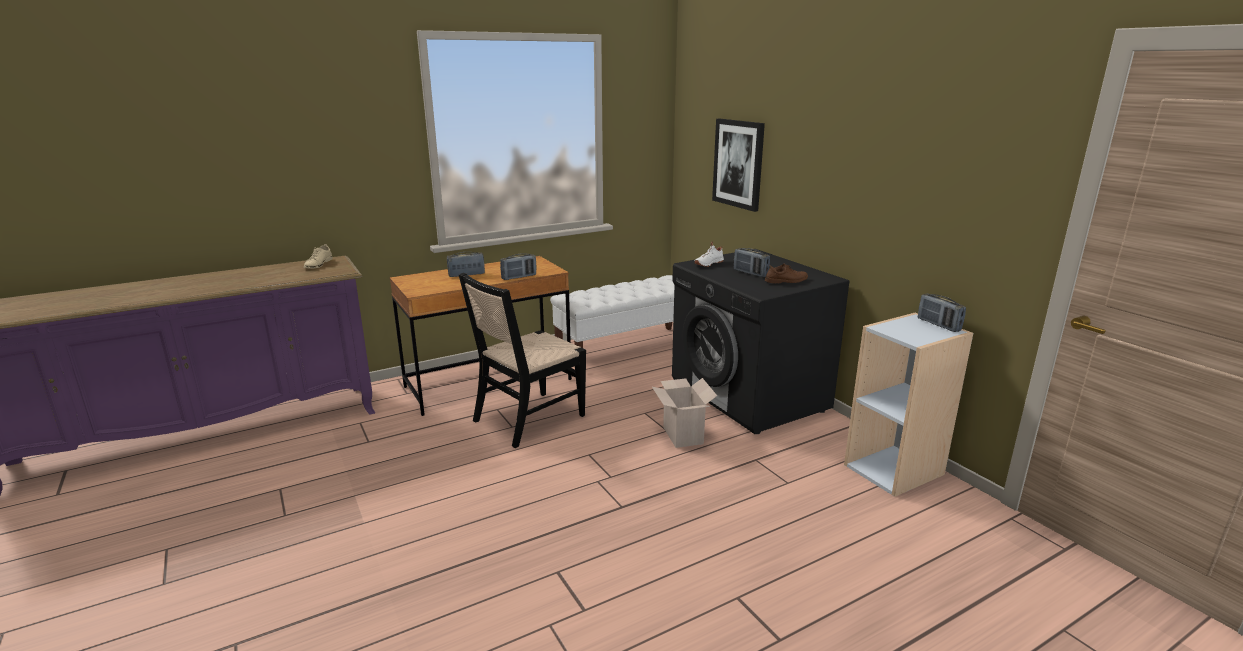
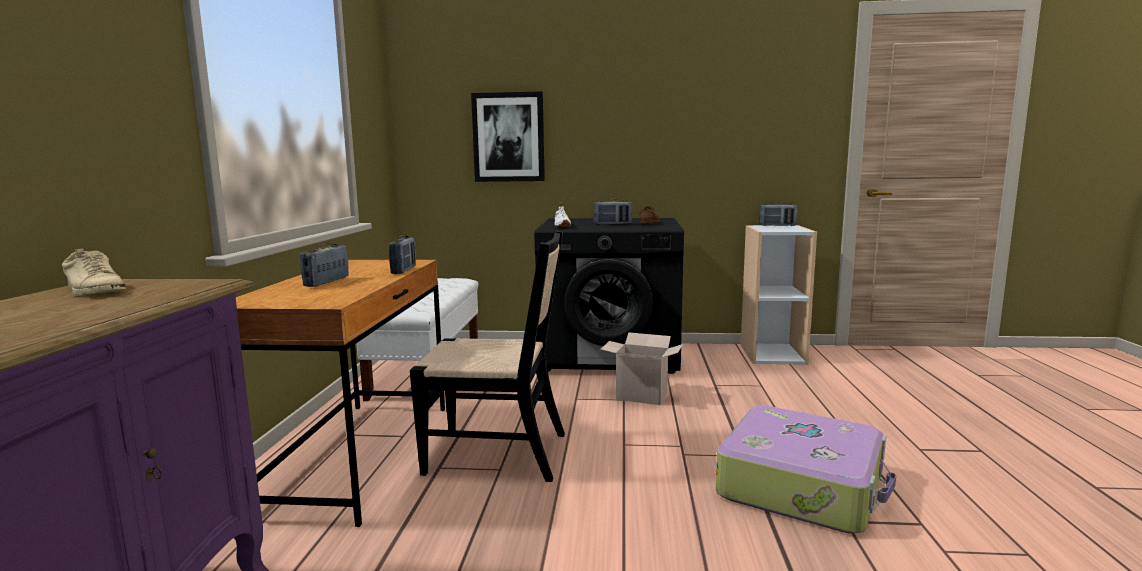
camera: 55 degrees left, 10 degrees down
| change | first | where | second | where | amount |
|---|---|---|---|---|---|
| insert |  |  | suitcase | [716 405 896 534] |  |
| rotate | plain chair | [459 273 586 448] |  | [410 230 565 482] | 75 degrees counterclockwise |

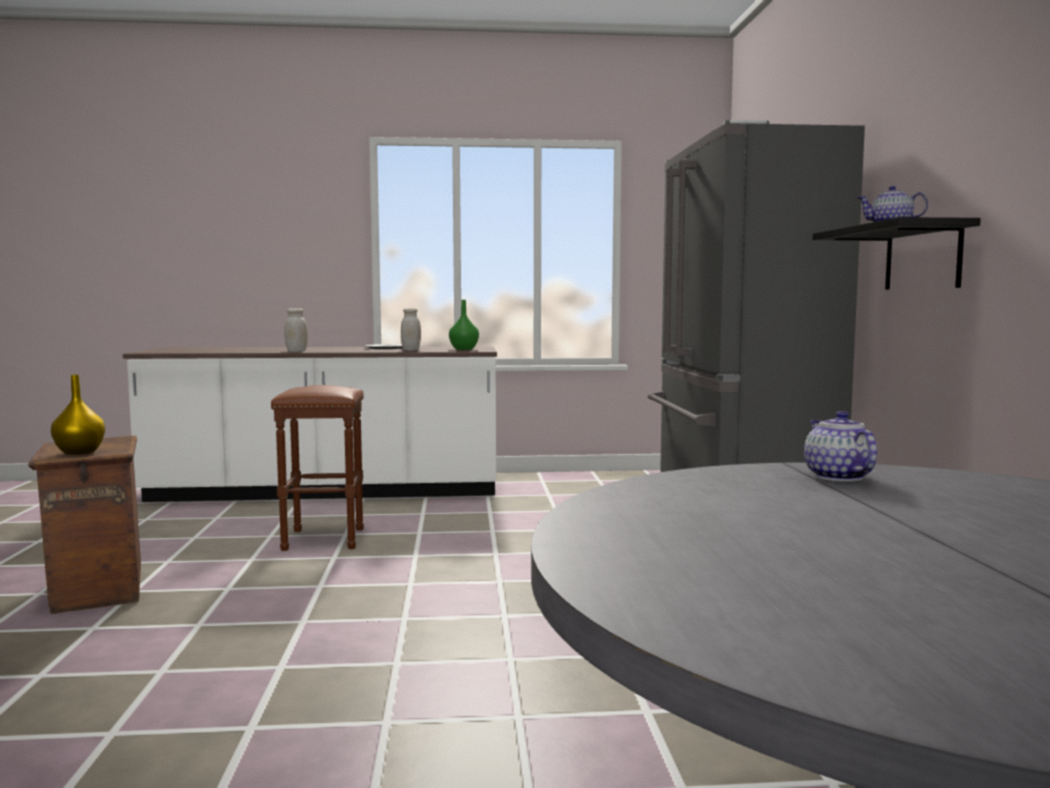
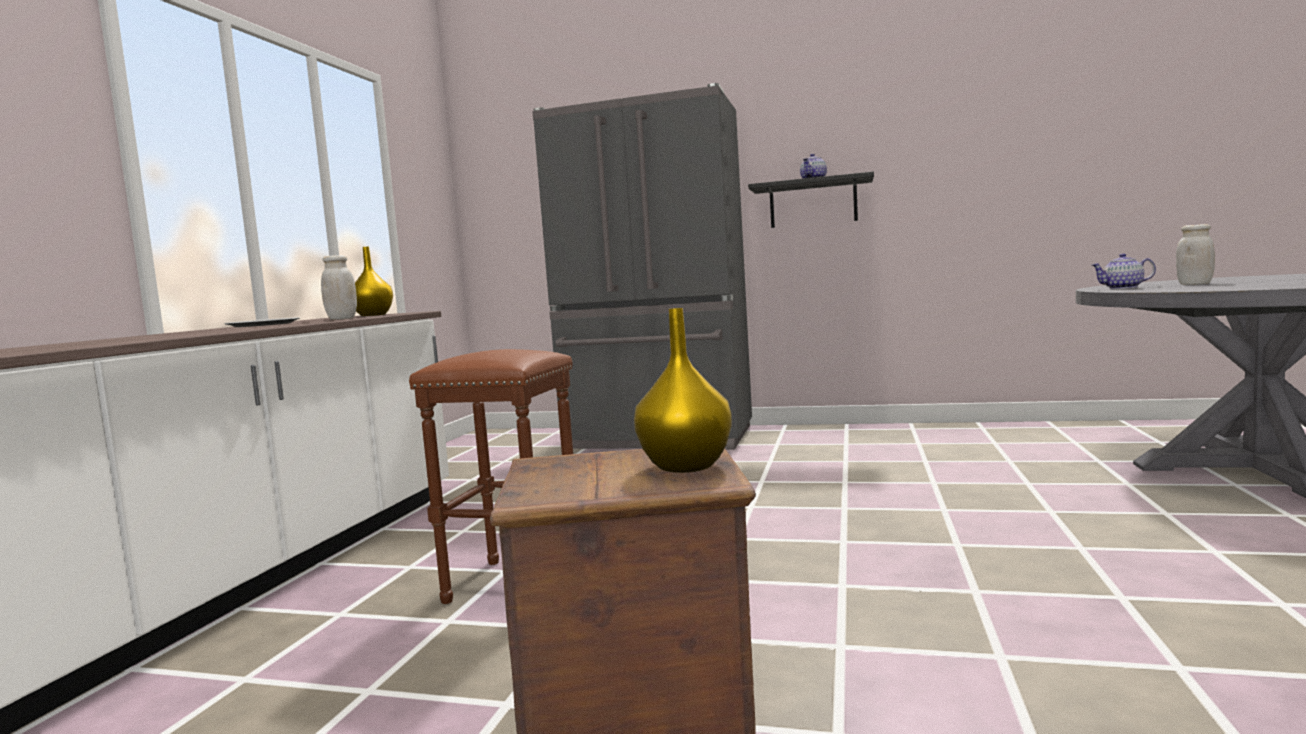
camera: 70 degrees left, 0 degrees up
| change | first | where | second | where | amount |
|---|---|---|---|---|---|
| move | white preserve jar | [285 308 308 352] |  | [1176 224 1215 285] |  |
| recolor | green-coloured flower vase | [449 300 479 350] | yellow flower vase | [355 247 393 316] |  |

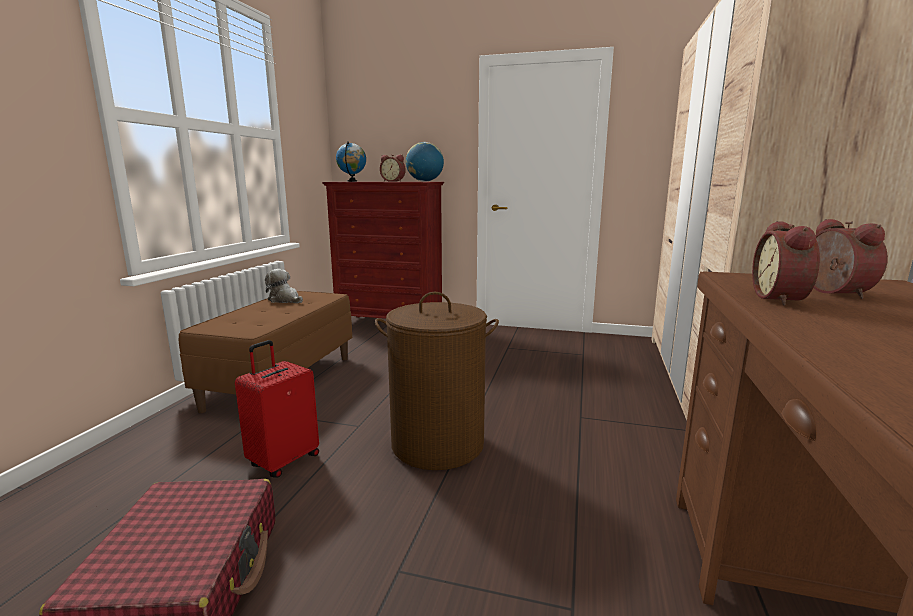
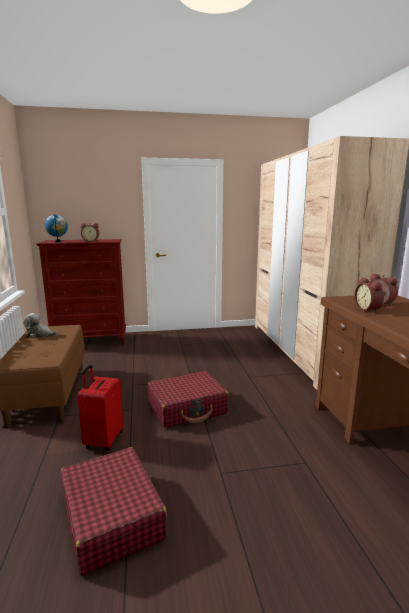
camera: 25 degrees left, 0 degrees up
| change | first | where | second | where | amount |
|---|---|---|---|---|---|
| delete | globe | [406 142 444 182] |  |  |  |
| replace | brown washing basket | [375 292 499 470] | reddish suitcase | [148 371 228 428] |  |

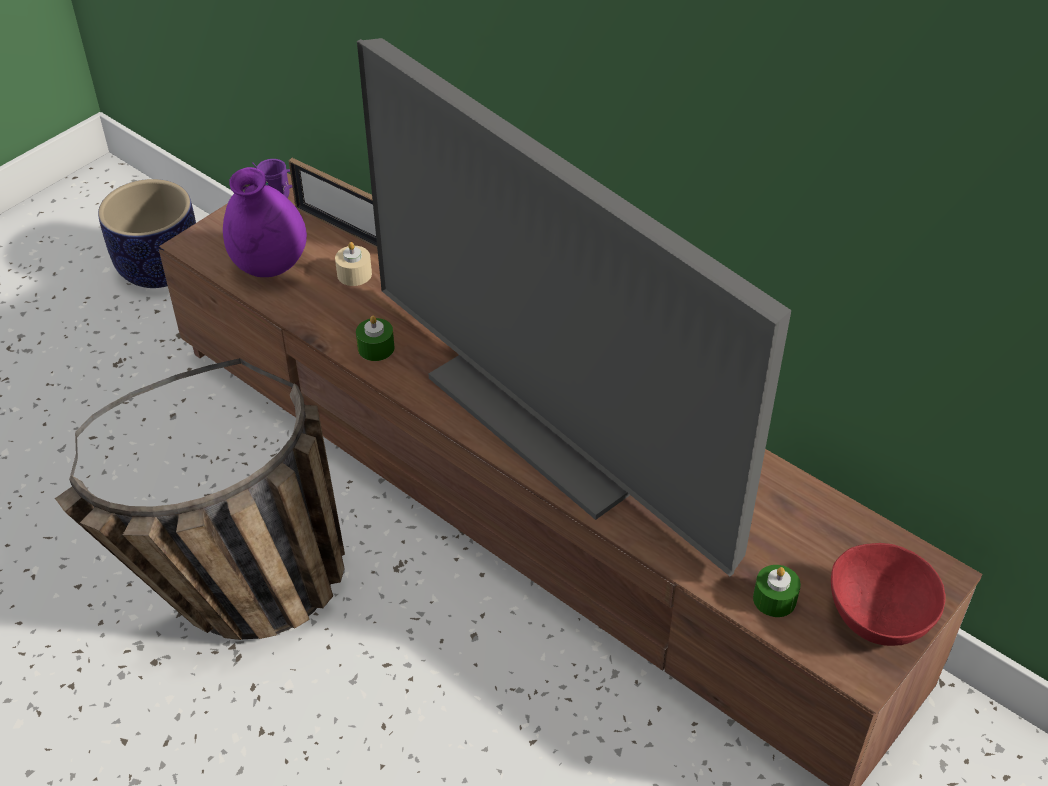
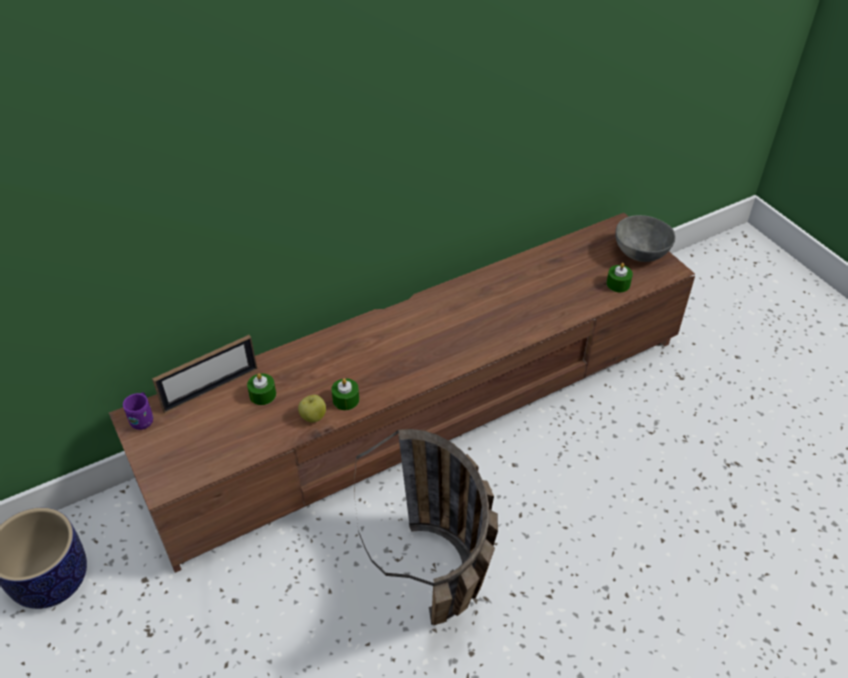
camera: 70 degrees left, 0 degrees up
| change | first | where | second | where | amount |
|---|---|---|---|---|---|
| delete | purple flower vase | [223 167 307 277] |  |  |  |
| delete | television | [357 38 791 576] |  |  |  |
| insert |  |  | whole apple | [298 395 326 423] |  |
| recolor | sand-coloured candle | [335 242 372 286] | green-coloured candle | [247 373 276 405] |  |
| recolor | reddish serving bowl | [831 543 946 646] | greyish serving bowl | [615 215 675 262] |  |

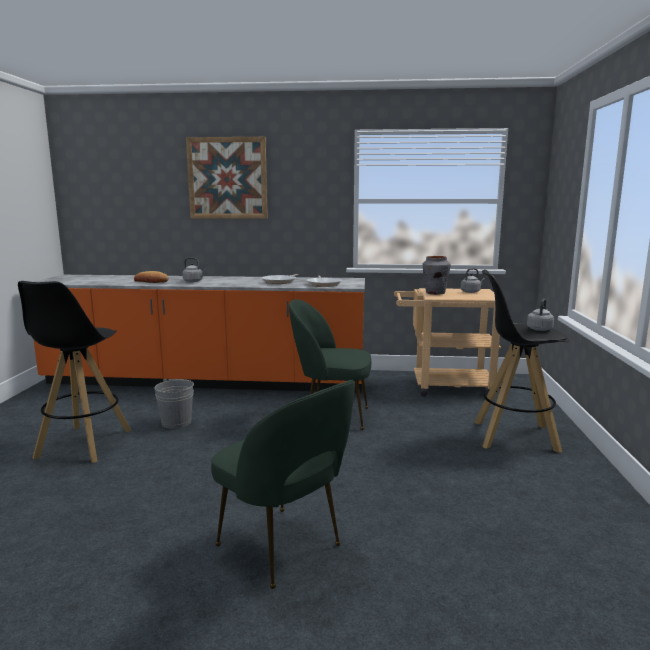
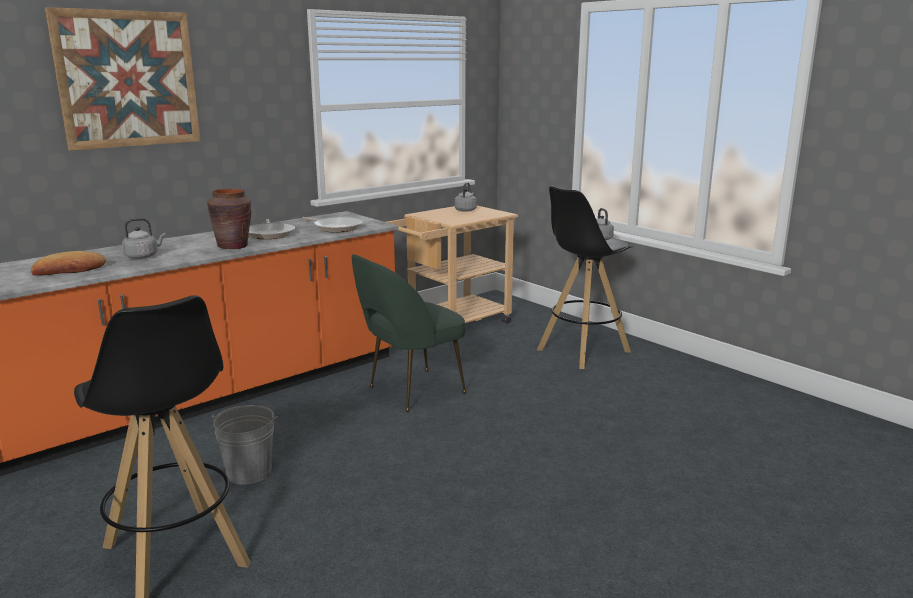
camera: 45 degrees left, 5 degrees up
| change | first | where | second | where | amount |
|---|---|---|---|---|---|
| delete | green-coloured plain chair | [211 380 355 589] |  |  |  |
| delete | greyish flower vase | [422 256 451 295] |  |  |  |
| insert |  |  | brown flower vase | [207 189 252 249] |  |

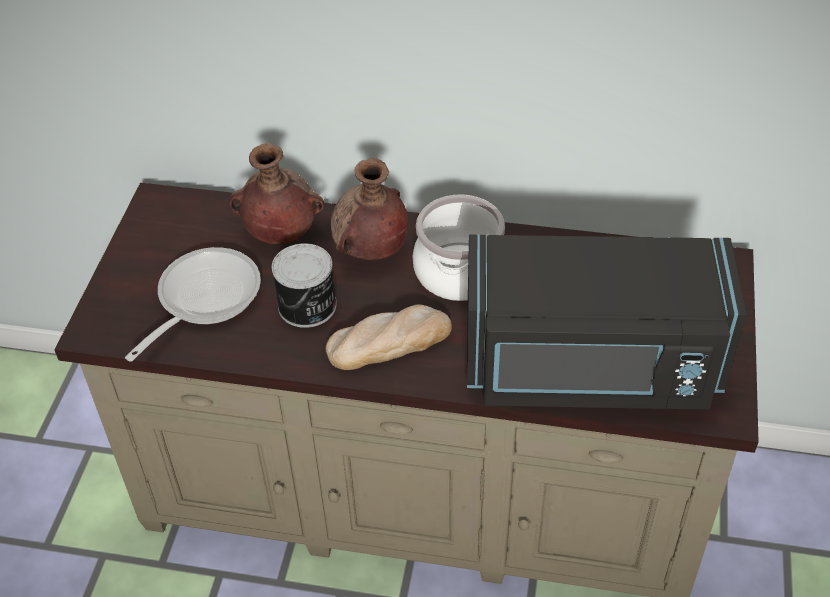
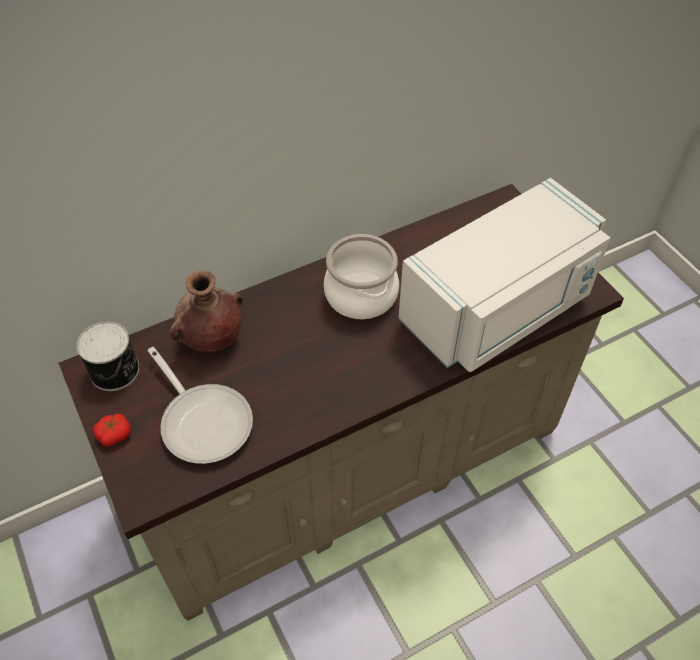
camera: 40 degrees left, 5 degrees up
| change | first | where | second | where | amount |
|---|---|---|---|---|---|
| delete | baked bread | [326 304 452 370] |  |  |  |
| delete | brown flower vase | [331 158 408 260] |  |  |  |
| insert |  |  | fresh tomato | [93 414 131 447] |  |
| move | sealed can | [272 243 337 328] |  | [77 321 140 391] |  |
| recolor | black-coloured microwave | [467 235 747 410] | white microwave | [398 178 610 372] |  |
| rotate | skillet | [125 247 261 361] |  | [147 347 253 464] | 150 degrees clockwise |

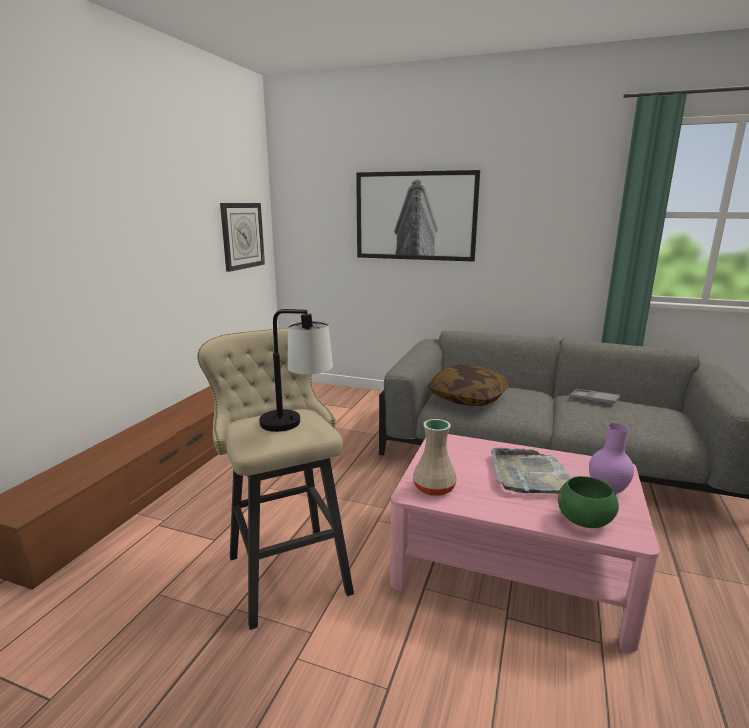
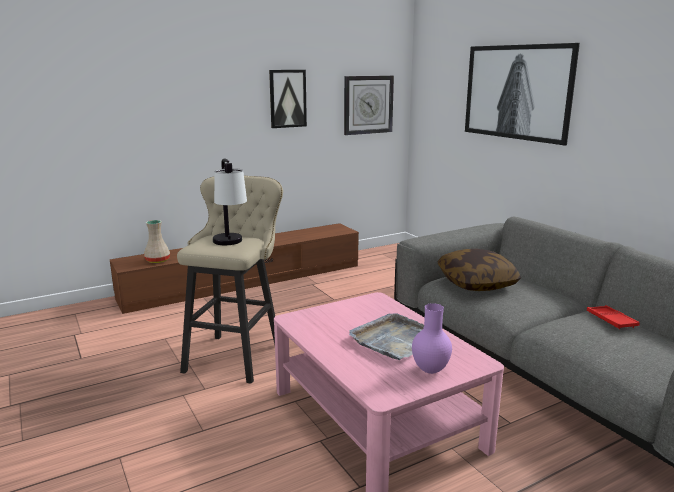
camera: 40 degrees right, 0 degrees up
| change | first | where | second | where | amount |
|---|---|---|---|---|---|
| delete | green-coloured serving bowl | [558 476 619 528] |  |  |  |
| insert |  |  | picture | [269 70 307 128] |  |
| move | sand-coloured flower vase | [413 419 457 496] |  | [144 220 170 263] |  |
| recolor | greyish carrying tray | [570 389 620 405] | reddish carrying tray | [587 305 640 329] |  |

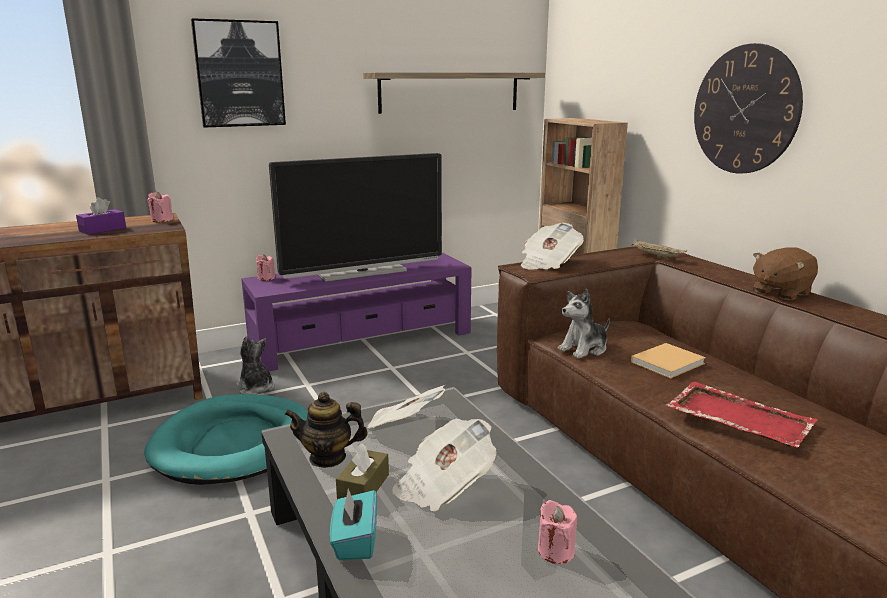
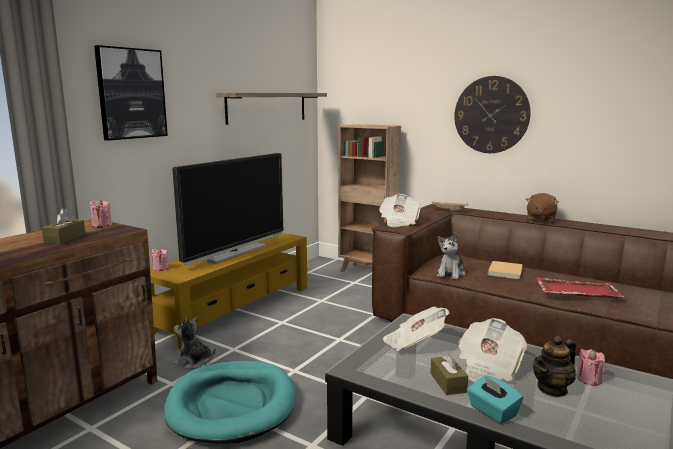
camera: 30 degrees left, 5 degrees down
| change | first | where | second | where | amount |
|---|---|---|---|---|---|
| move | tea pot | [284 392 368 468] |  | [533 336 576 397] |  |
| recolor | purple box of tissues | [76 197 126 235] | brown box of tissues | [42 208 85 244] |  |
| recolor | purple media console | [241 253 472 371] | yellow media console | [150 232 307 349] |  |

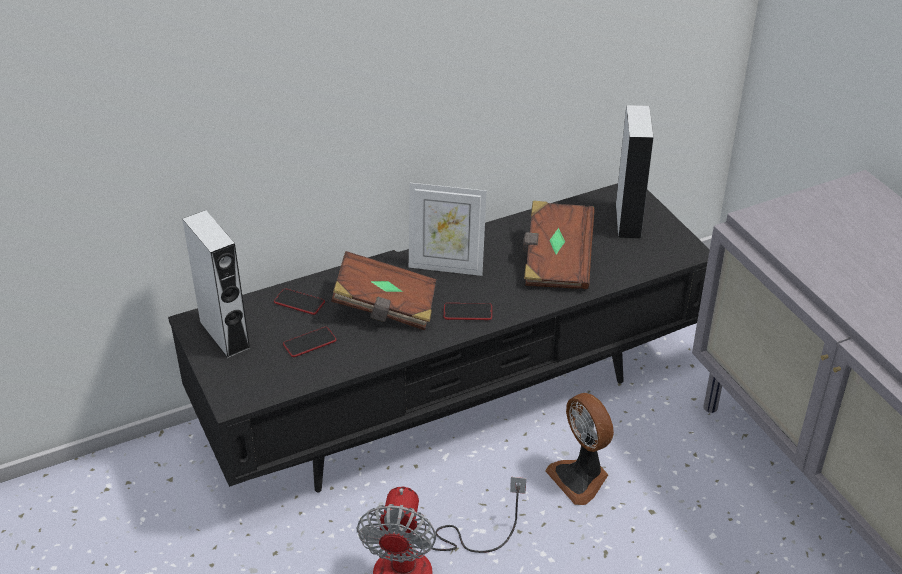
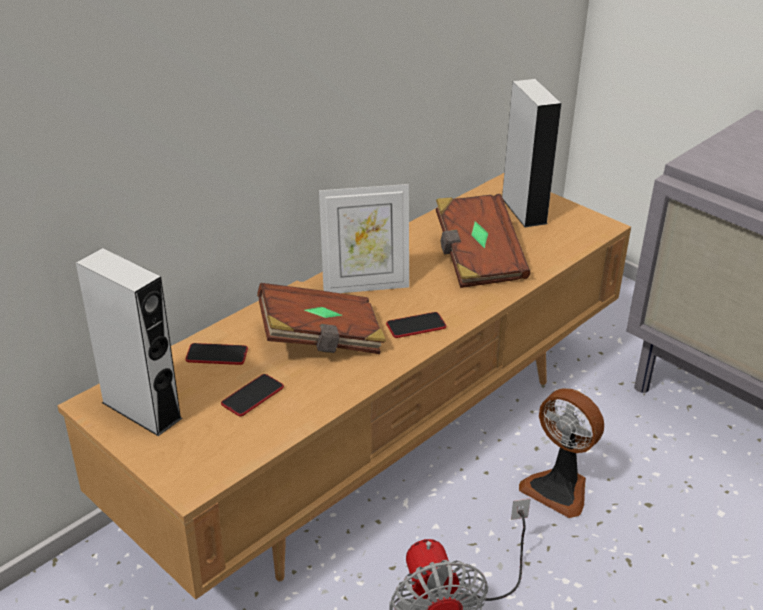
camera: 20 degrees left, 5 degrees down
| change | first | where | second | where | amount |
|---|---|---|---|---|---|
| recolor | black-coloured media console | [168 183 710 493] | sand-coloured media console | [57 173 631 600] |  |

